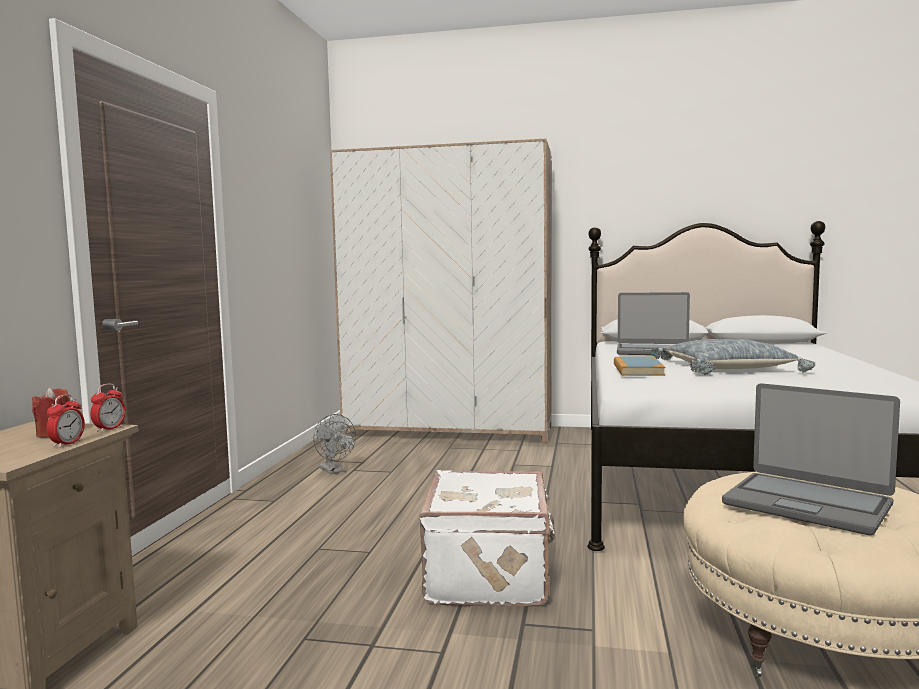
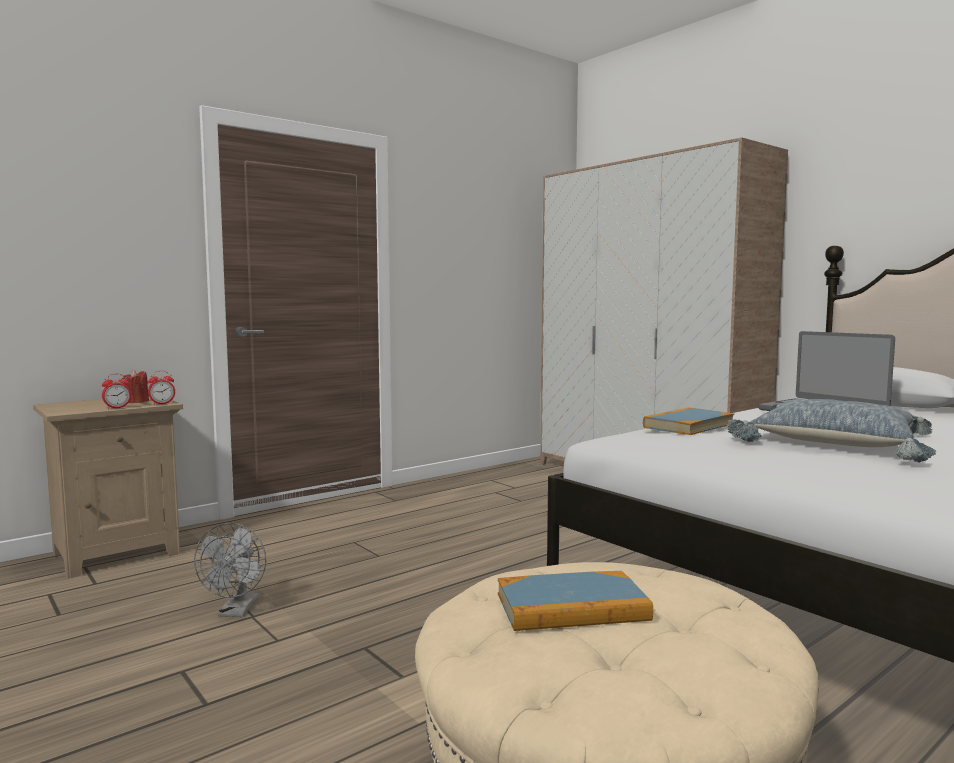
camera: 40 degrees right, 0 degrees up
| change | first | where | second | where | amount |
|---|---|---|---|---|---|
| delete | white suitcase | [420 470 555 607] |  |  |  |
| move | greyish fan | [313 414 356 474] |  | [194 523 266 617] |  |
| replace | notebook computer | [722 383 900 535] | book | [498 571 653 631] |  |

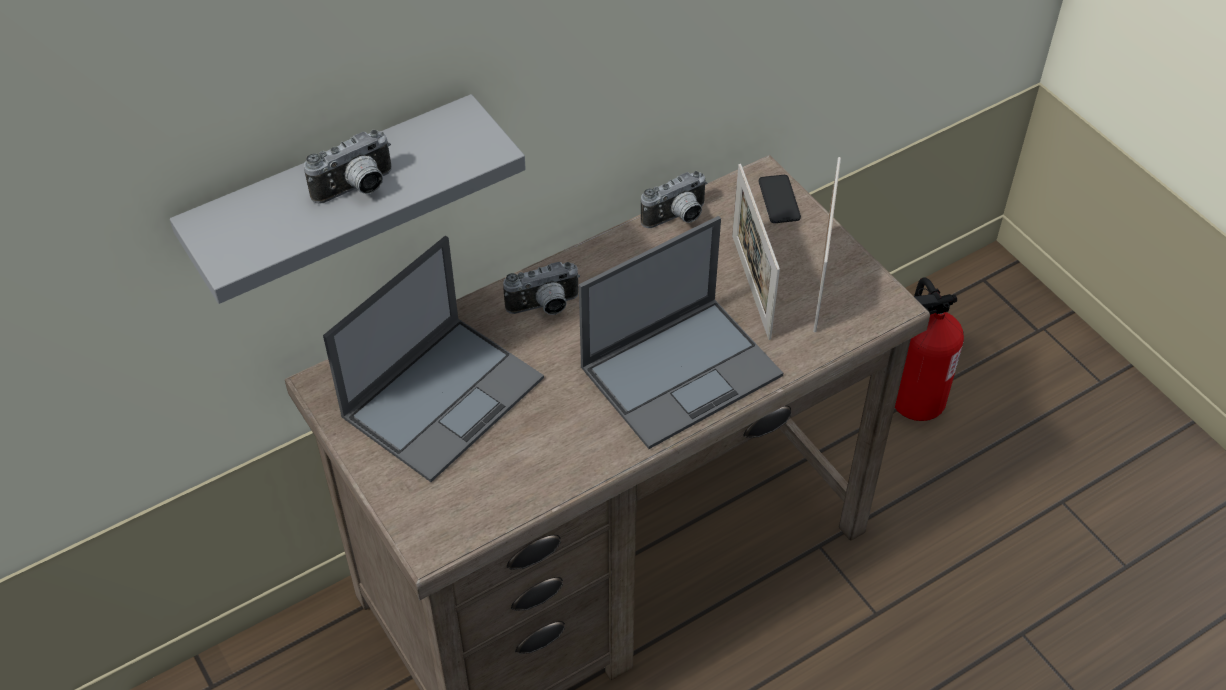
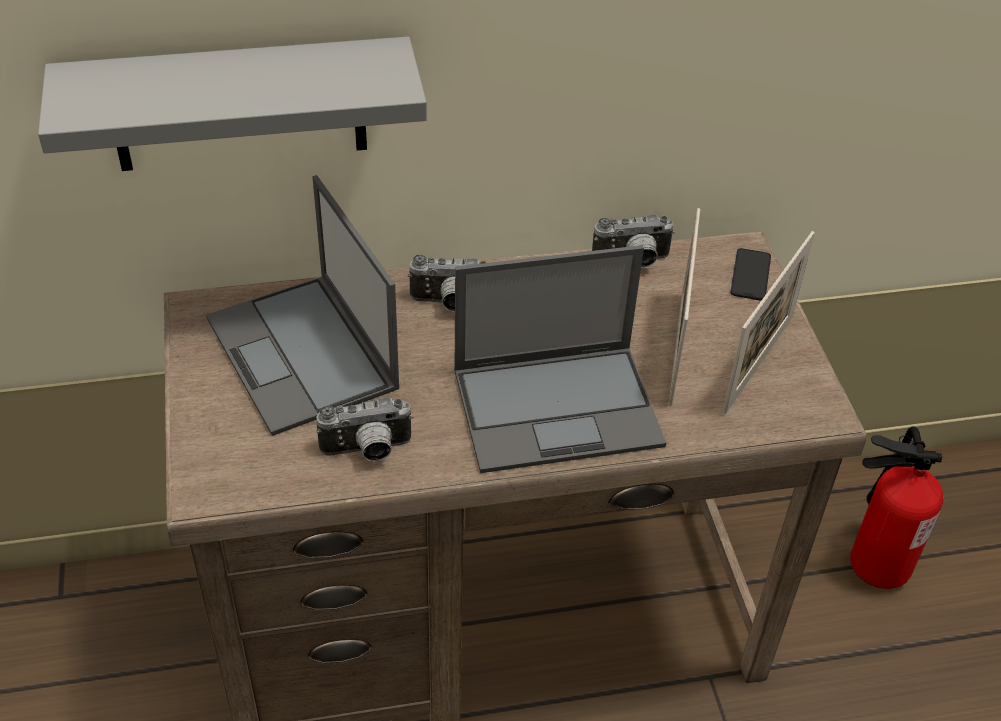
camera: 20 degrees right, 5 degrees down
| change | first | where | second | where | amount |
|---|---|---|---|---|---|
| move | still camera | [304 129 392 204] |  | [316 397 413 462] |  |
| rotate | notebook computer | [323 236 544 482] |  | [206 175 399 436] | 90 degrees clockwise |

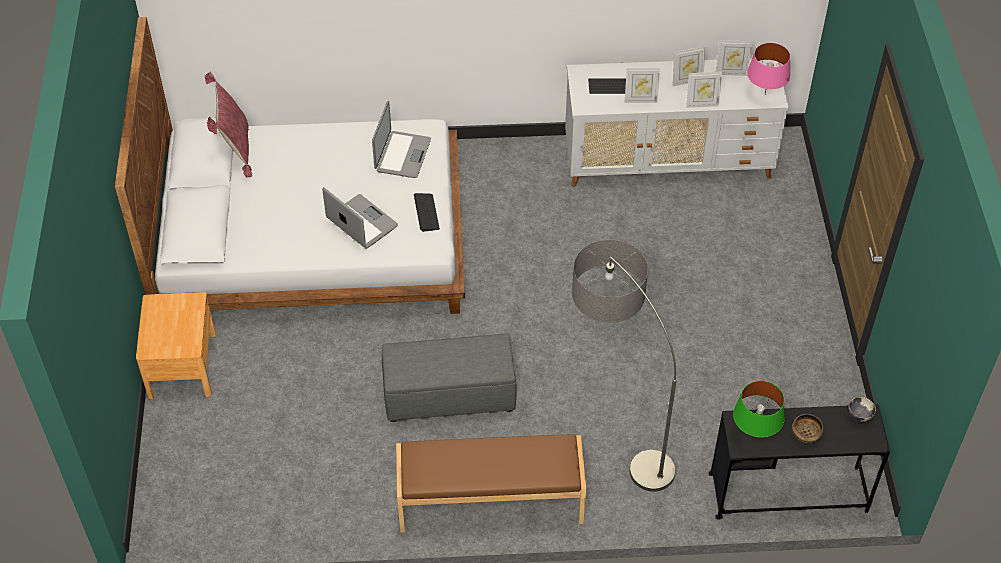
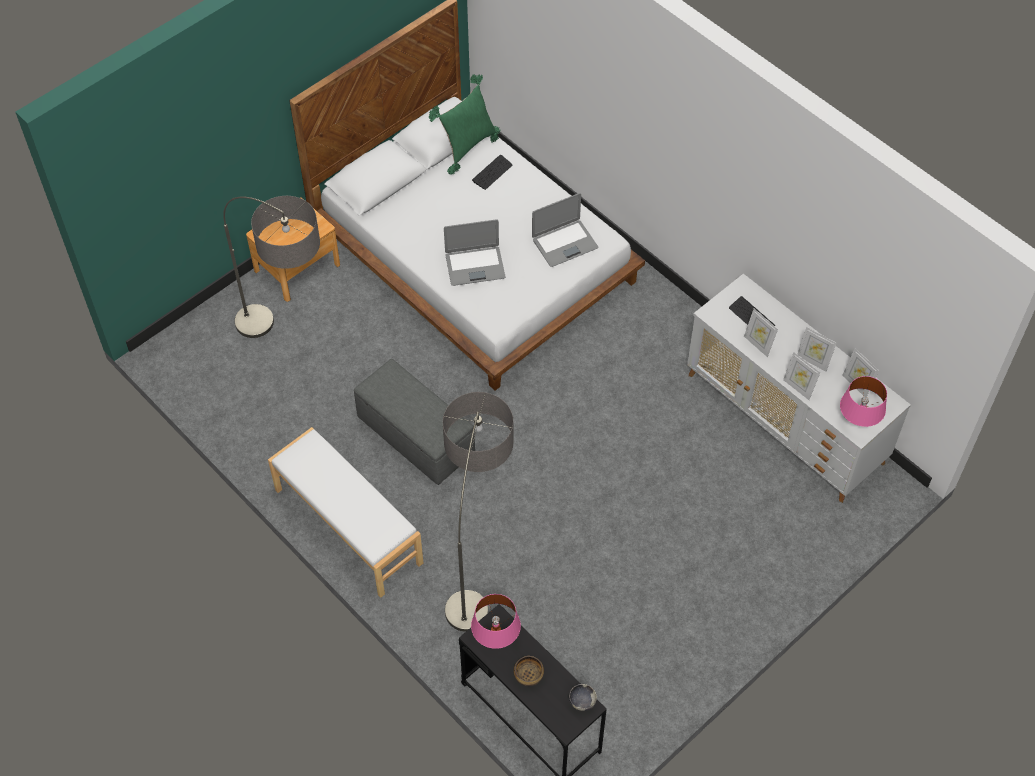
camera: 50 degrees right, 5 degrees up
| change | first | where | second | where | amount |
|---|---|---|---|---|---|
| insert |  |  | floor lamp | [223 196 320 338] |  |
| move | PC keyboard | [414 193 440 232] |  | [472 155 512 190] |  |
| recolor | reddish throw pillow | [204 71 252 178] | green-coloured throw pillow | [429 74 500 175] |  |
| recolor | brown bench | [396 434 586 532] | white bench | [268 427 423 598] |  |
| recolor | green-coloured table lamp | [733 381 785 437] | pinkish table lamp | [471 594 521 649] |  |
| rotate | notebook computer | [322 187 398 248] |  | [444 219 505 286] | 75 degrees clockwise |

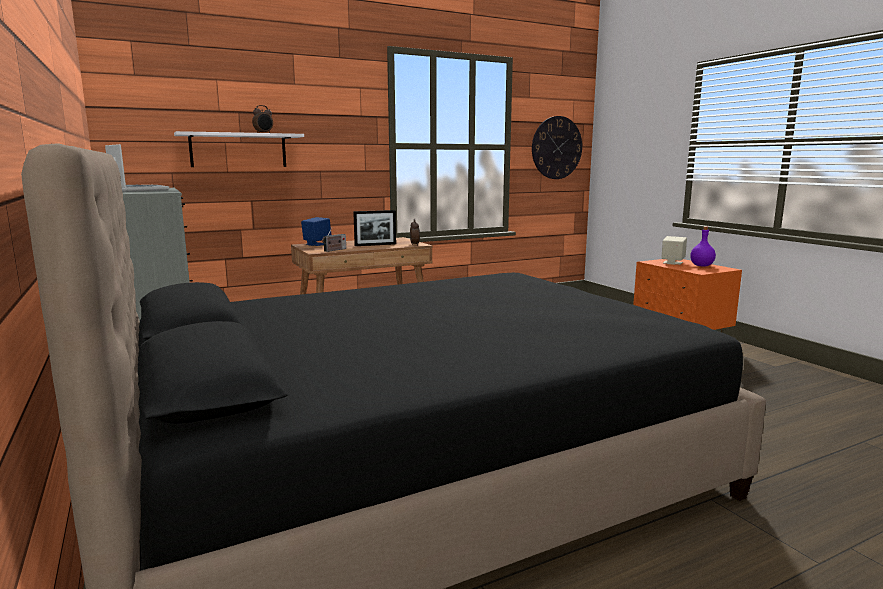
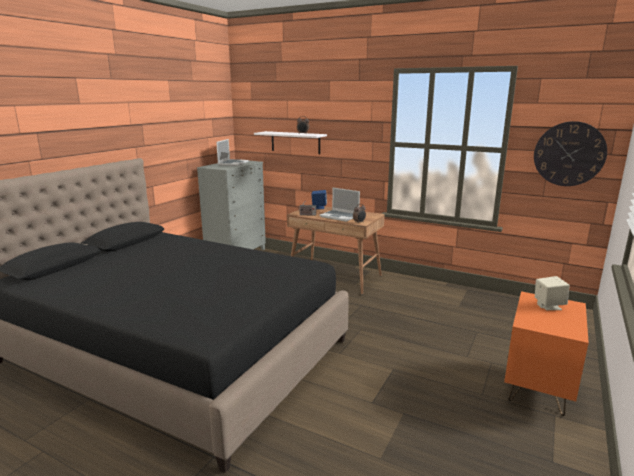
camera: 55 degrees right, 5 degrees up
| change | first | where | second | where | amount |
|---|---|---|---|---|---|
| delete | purple drink bottle | [690 226 716 266] |  |  |  |
| replace | photo frame | [353 210 396 246] | notebook computer | [320 188 360 222] |  |

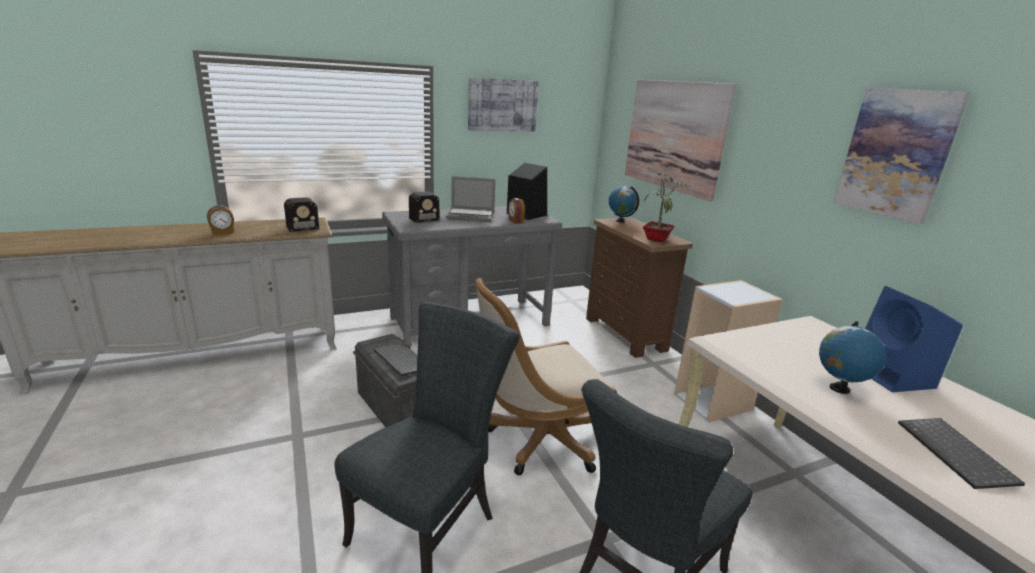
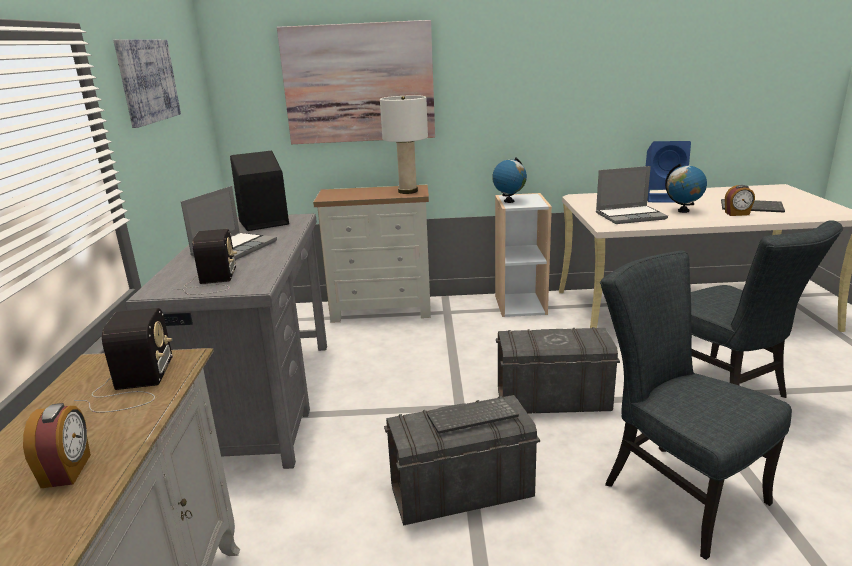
camera: 65 degrees left, 0 degrees up
| change | first | where | second | where | amount |
|---|---|---|---|---|---|
| delete | picture | [834 88 970 224] |  |  |  |
| insert |  |  | notebook computer | [596 166 668 224] |  |
| move | table clock | [508 198 525 224] |  | [725 185 755 216] |  |
| move | globe | [609 186 639 223] |  | [492 157 527 203] |  |
| replace | desk chair | [475 278 617 475] | greyish storage bin | [496 327 620 413] |  |
| replace | potted plant | [643 170 689 242] | white table lamp | [380 95 428 194] |  |
| recolor | brown chest of drawers | [586 217 693 358] | white chest of drawers | [313 185 431 323] |  |

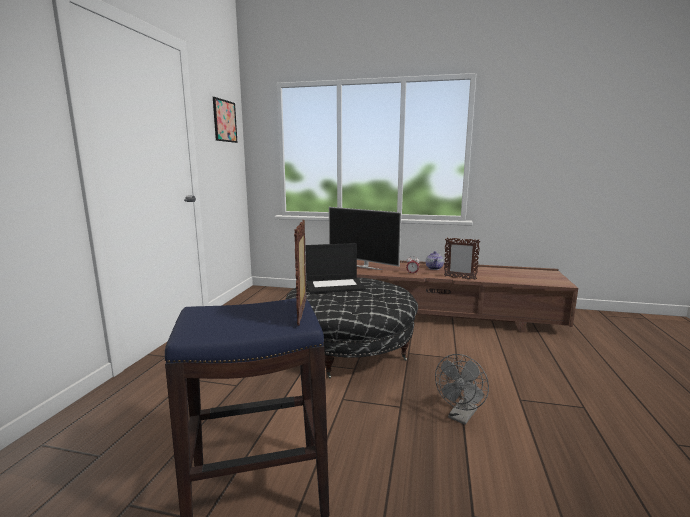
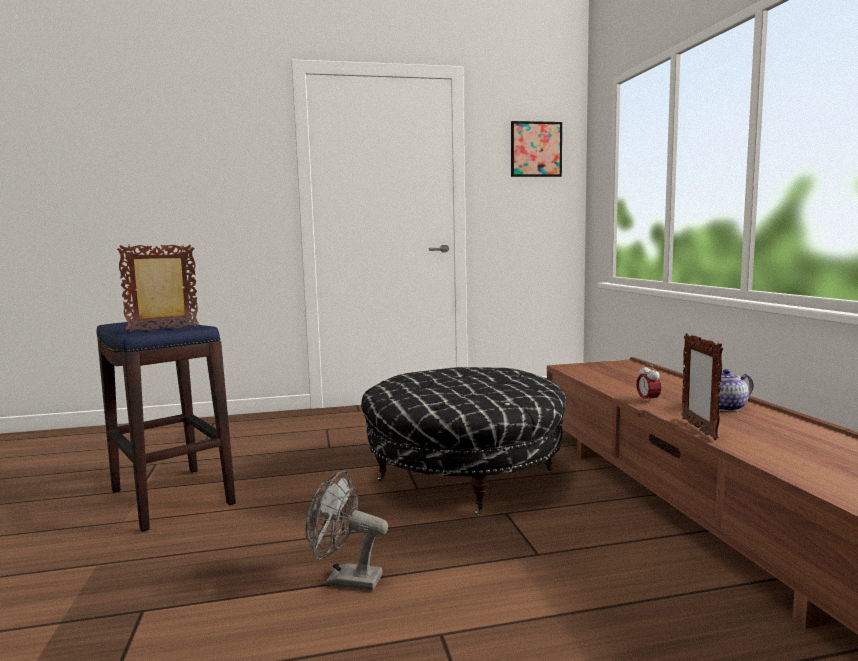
camera: 65 degrees right, 5 degrees down
| change | first | where | second | where | amount |
|---|---|---|---|---|---|
| delete | notebook computer | [305 243 366 294] |  |  |  |
| delete | television | [329 207 401 270] |  |  |  |

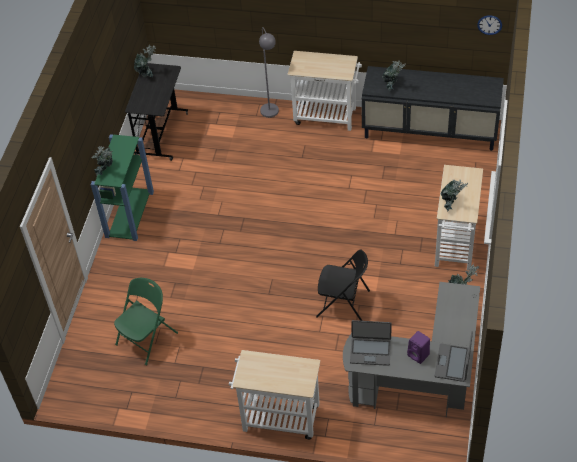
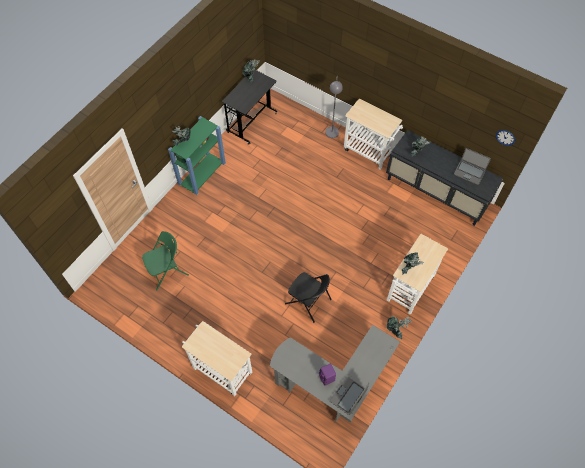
camera: 20 degrees right, 10 degrees up
| change | first | where | second | where | amount |
|---|---|---|---|---|---|
| move | notebook computer | [350 320 392 366] |  | [454 148 491 185] |  |

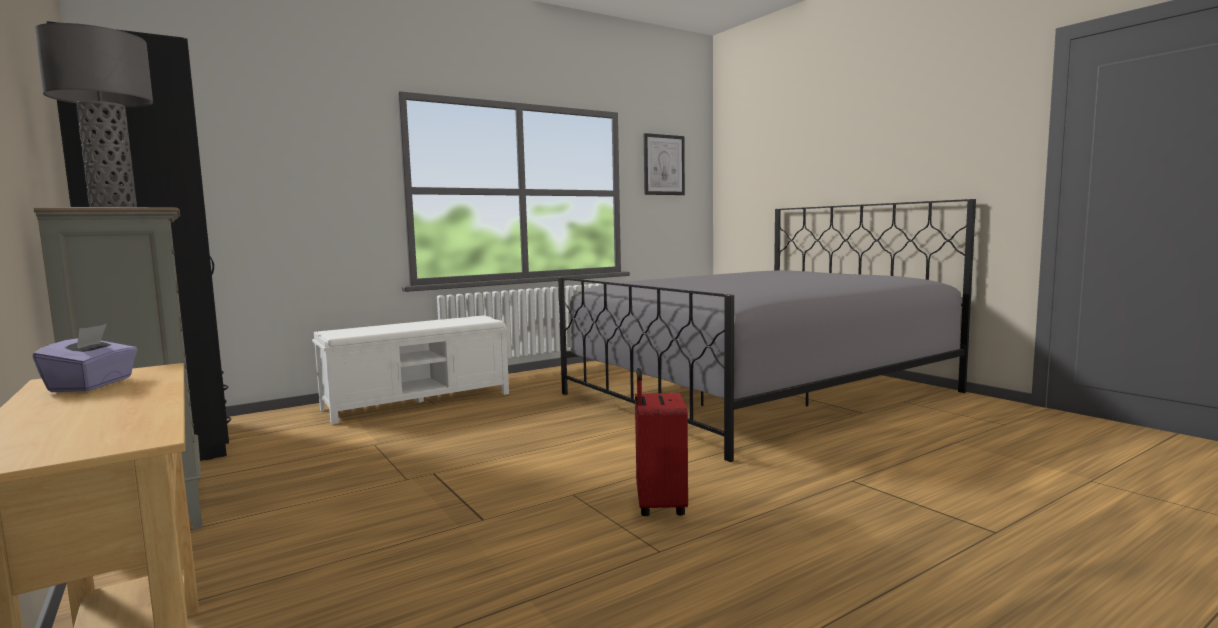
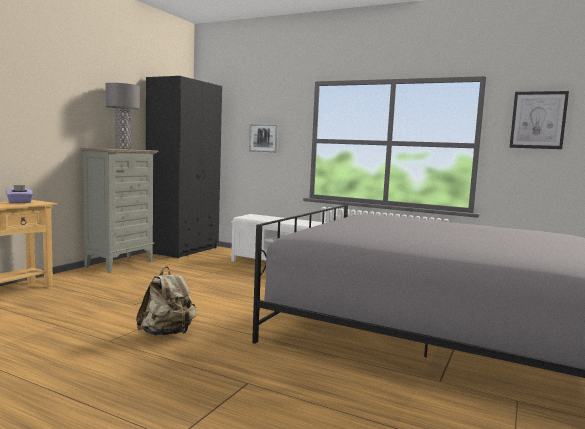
camera: 60 degrees right, 0 degrees up
| change | first | where | second | where | amount |
|---|---|---|---|---|---|
| insert |  |  | picture | [249 123 279 152] |  |
| replace | reddish suitcase | [635 368 688 516] | sand-coloured knapsack | [136 266 197 336] |  |

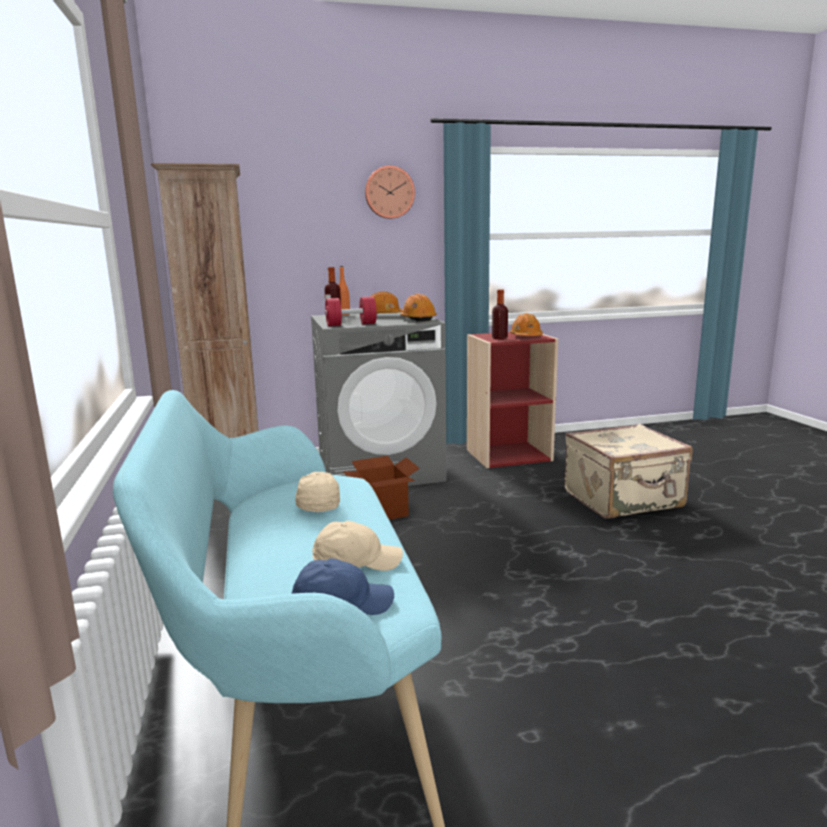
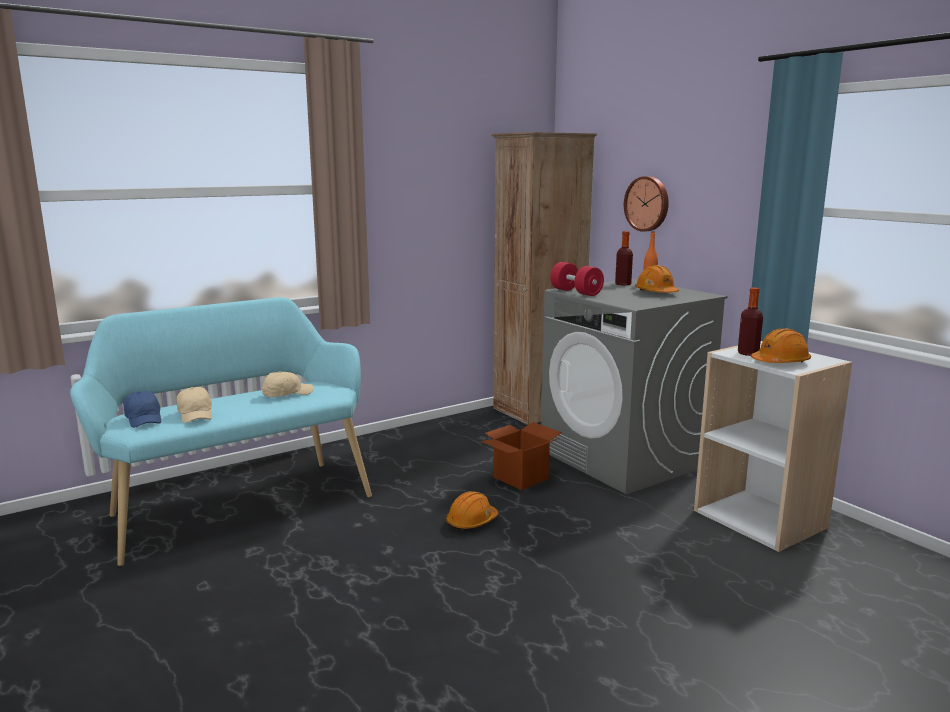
camera: 70 degrees right, 0 degrees up
| change | first | where | second | where | amount |
|---|---|---|---|---|---|
| delete | sand-coloured suitcase | [564 424 693 519] |  |  |  |
| move | clock on the wall | [365 166 415 219] |  | [624 176 669 232] |  |
| move | orangey hard hat | [400 294 437 322] |  | [446 491 498 531] |  |
| recolor | reddish bookcase | [467 332 558 468] | white bookcase | [694 341 852 552] |  |

